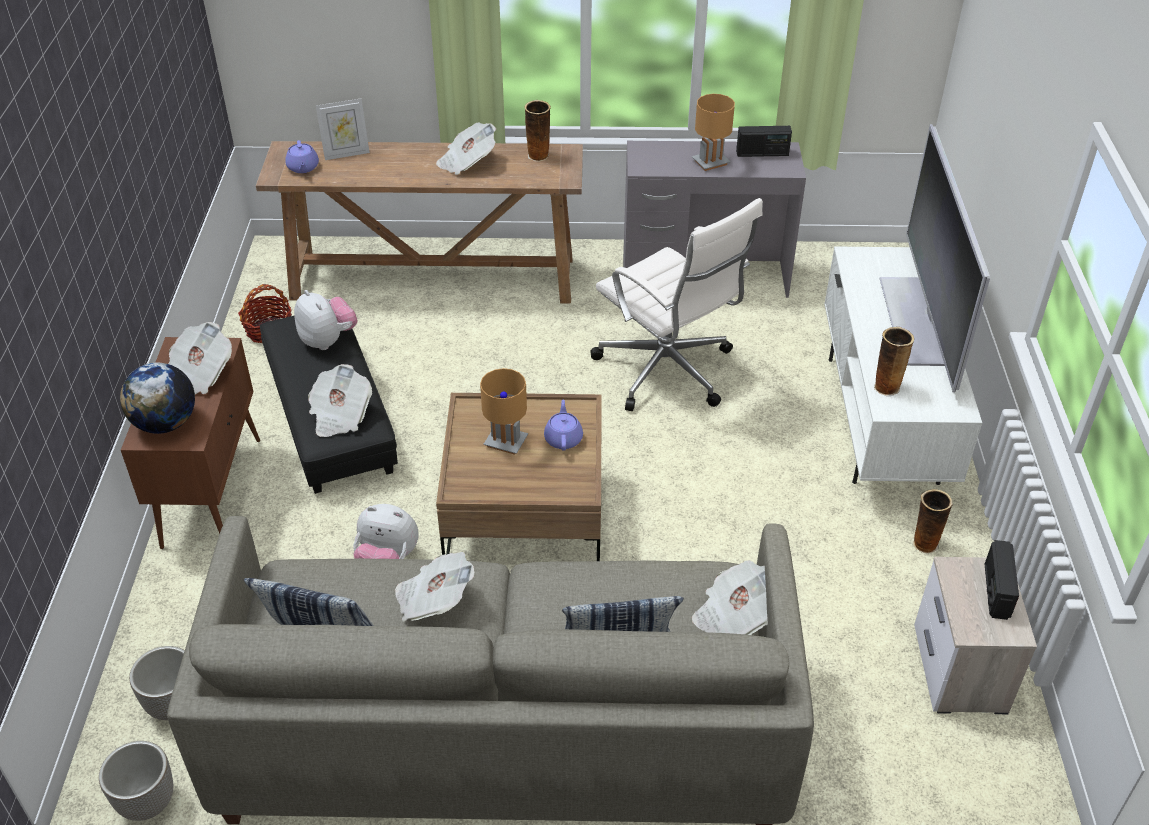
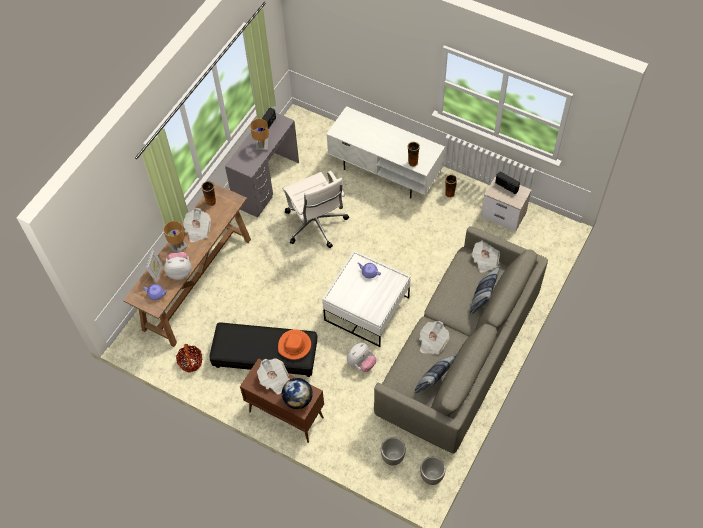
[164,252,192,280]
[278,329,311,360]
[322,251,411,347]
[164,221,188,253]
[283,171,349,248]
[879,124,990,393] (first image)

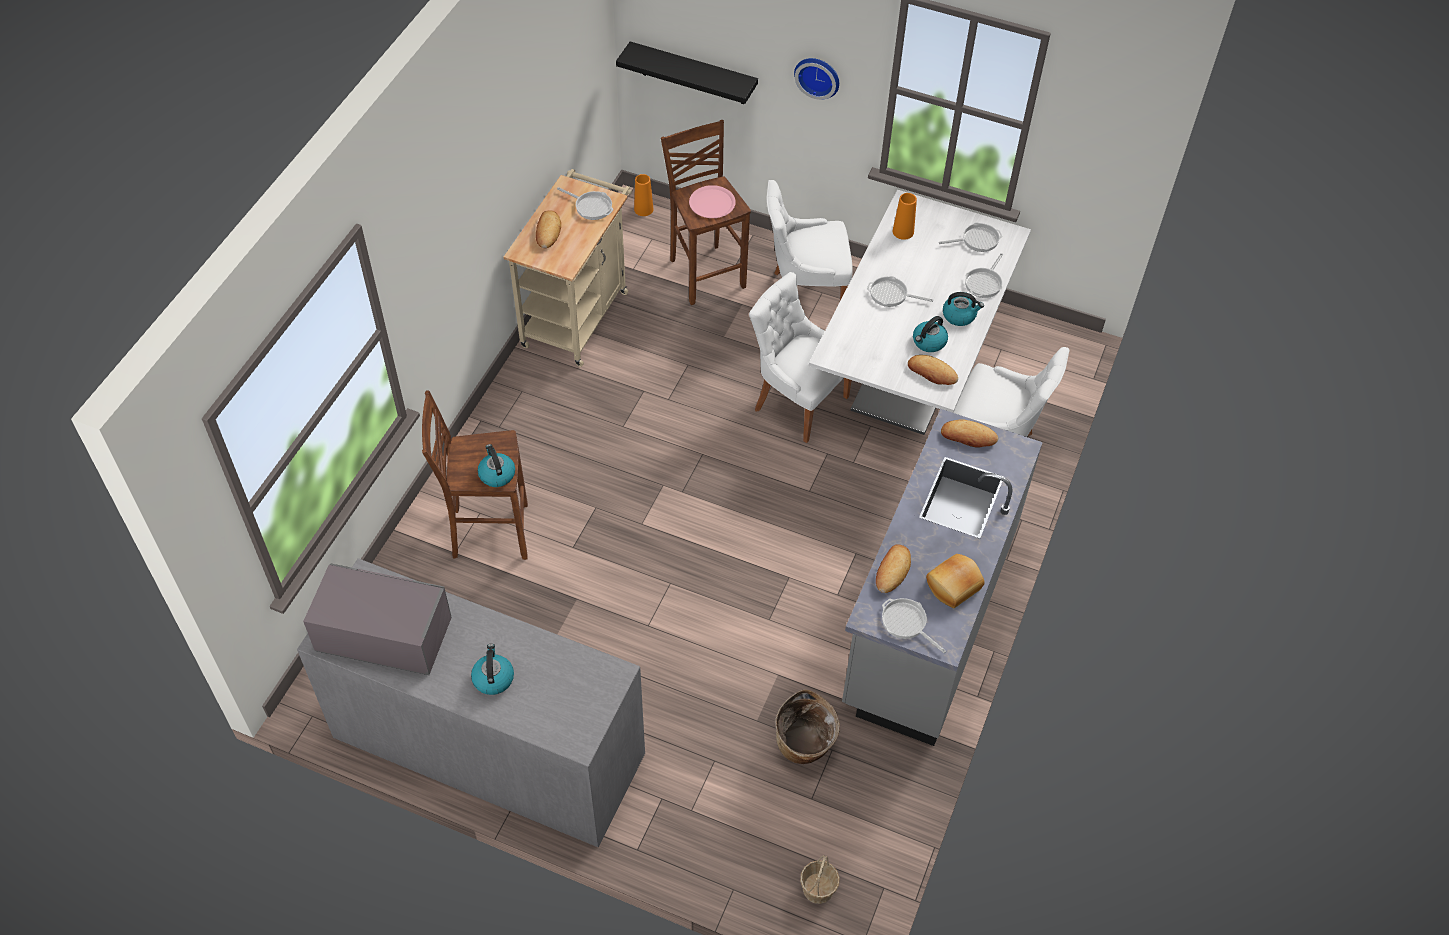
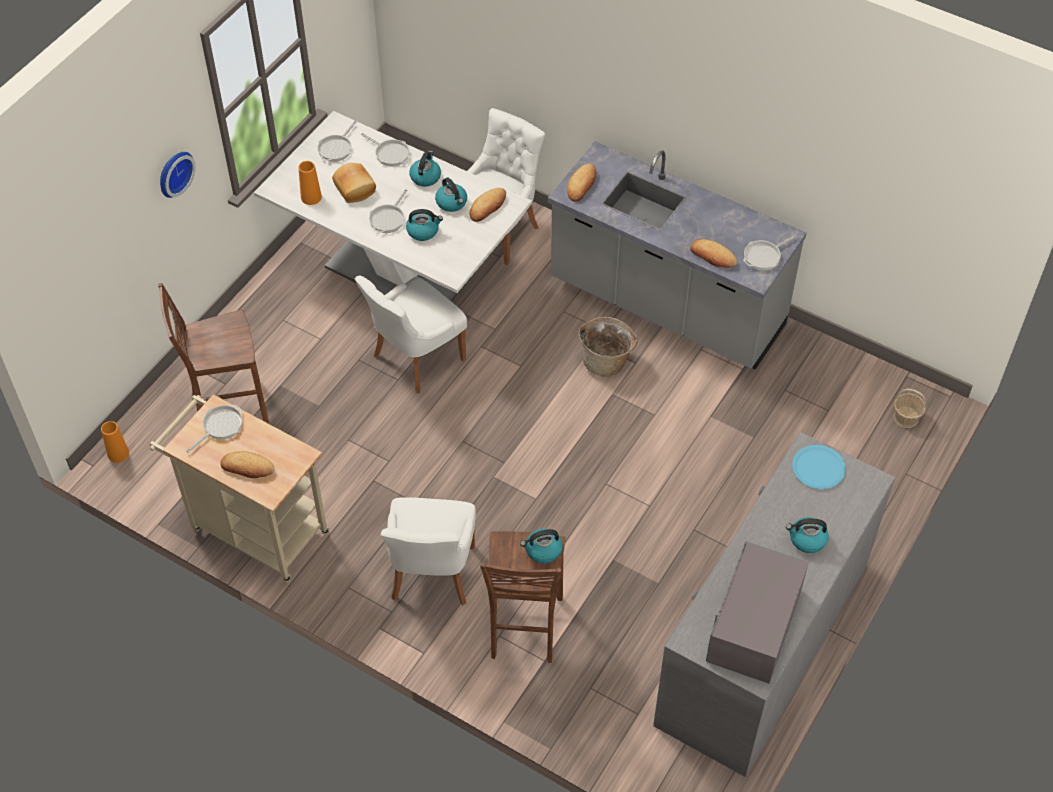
[616,42,758,104] (first image)
[689,185,736,218] (first image)
[381,497,476,605]
[578,317,637,377]
[332,163,376,203]
[318,121,356,162]
[406,209,443,241]
[792,445,846,489]

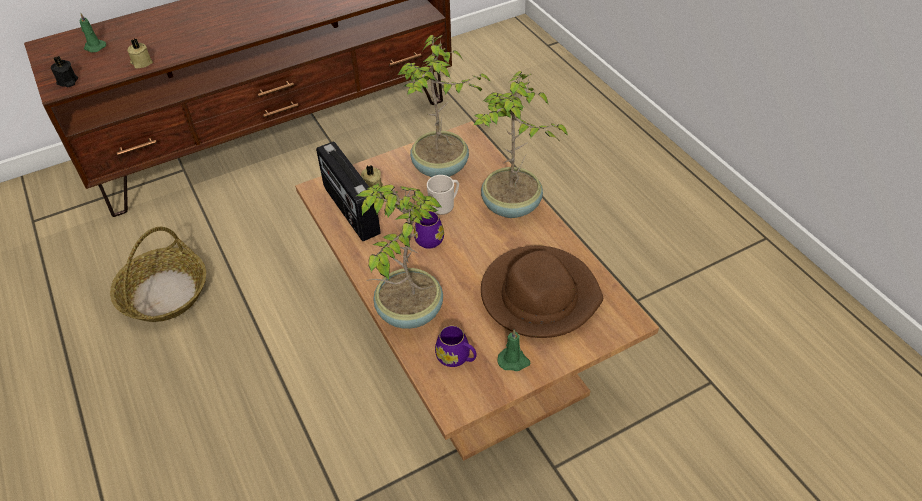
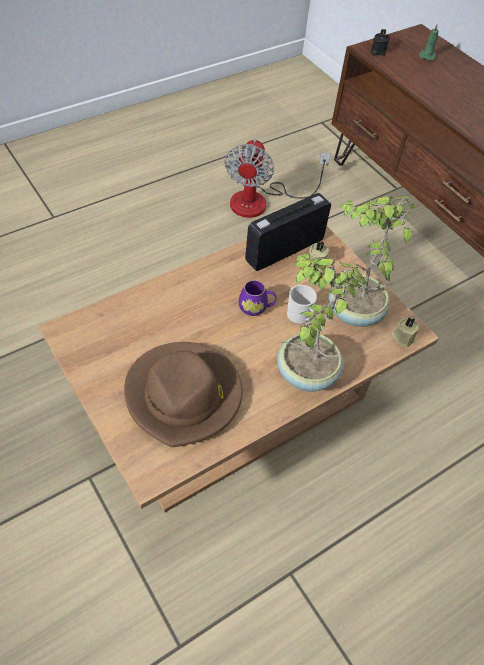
[224,139,331,218]
[392,317,419,347]
[356,183,443,329] (first image)
[435,326,477,367] (first image)
[497,329,530,371] (first image)

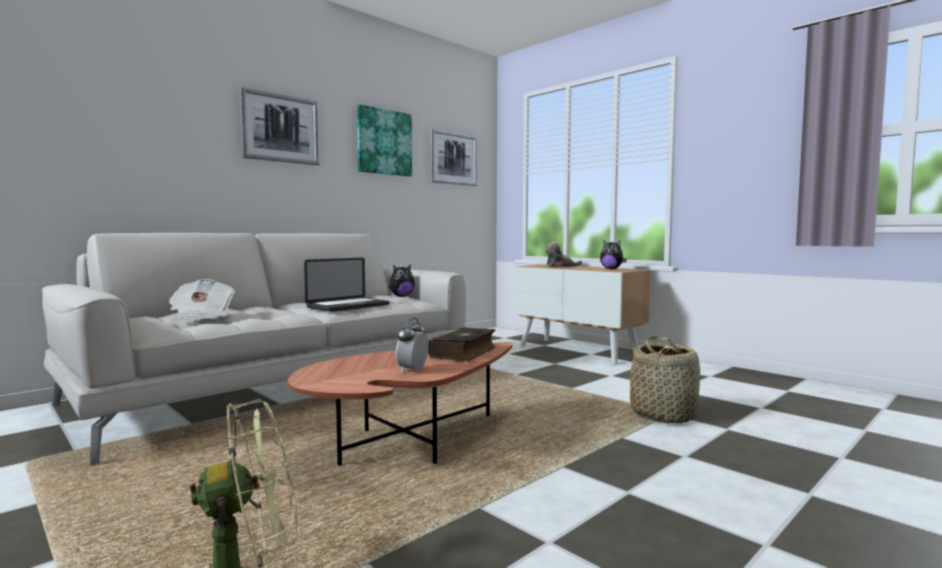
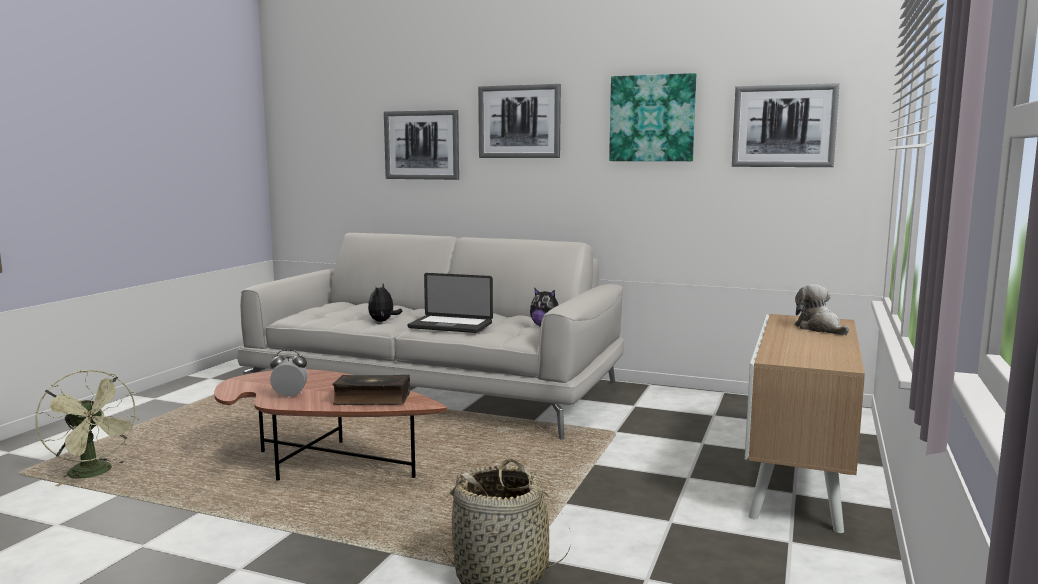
[169,279,235,322] (first image)
[368,284,403,322]
[384,110,459,180]

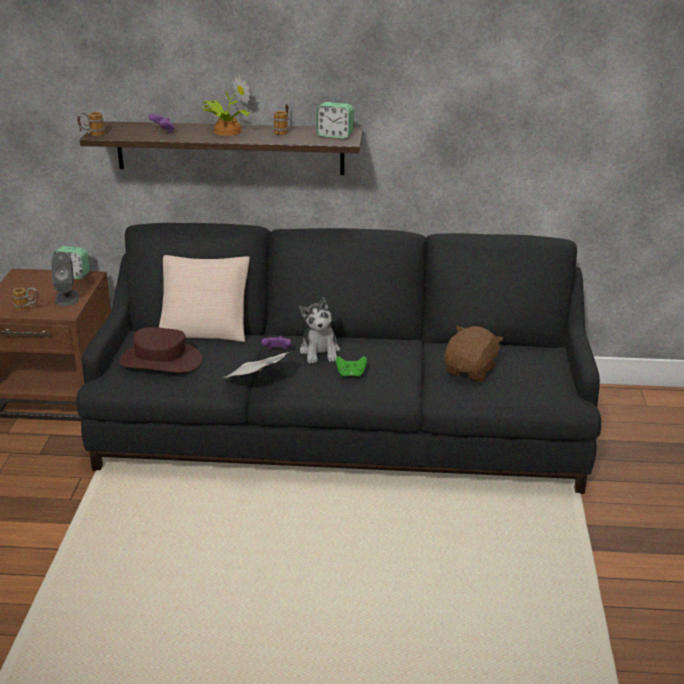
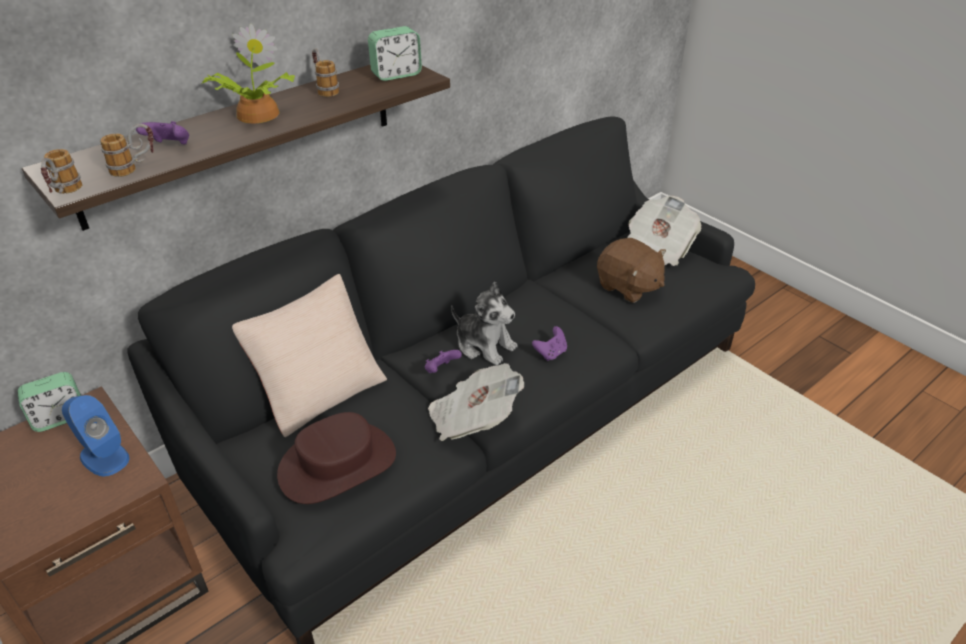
[100,124,154,177]
[62,395,129,476]
[532,326,567,361]
[597,238,666,303]
[628,196,701,266]

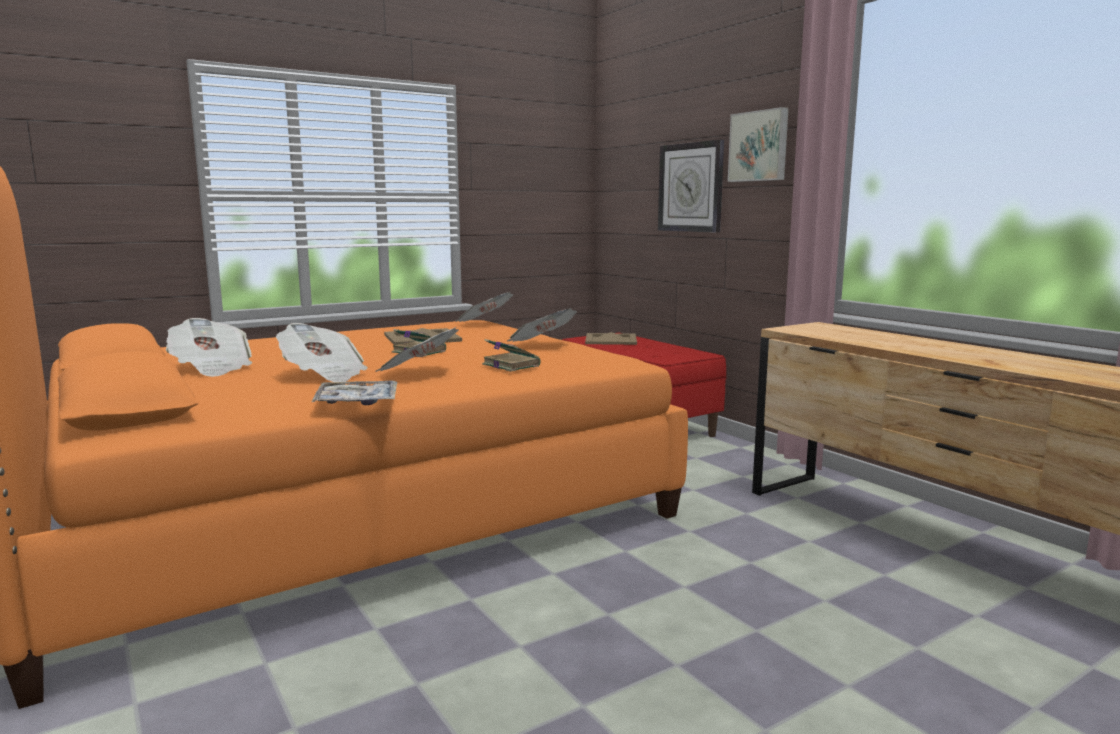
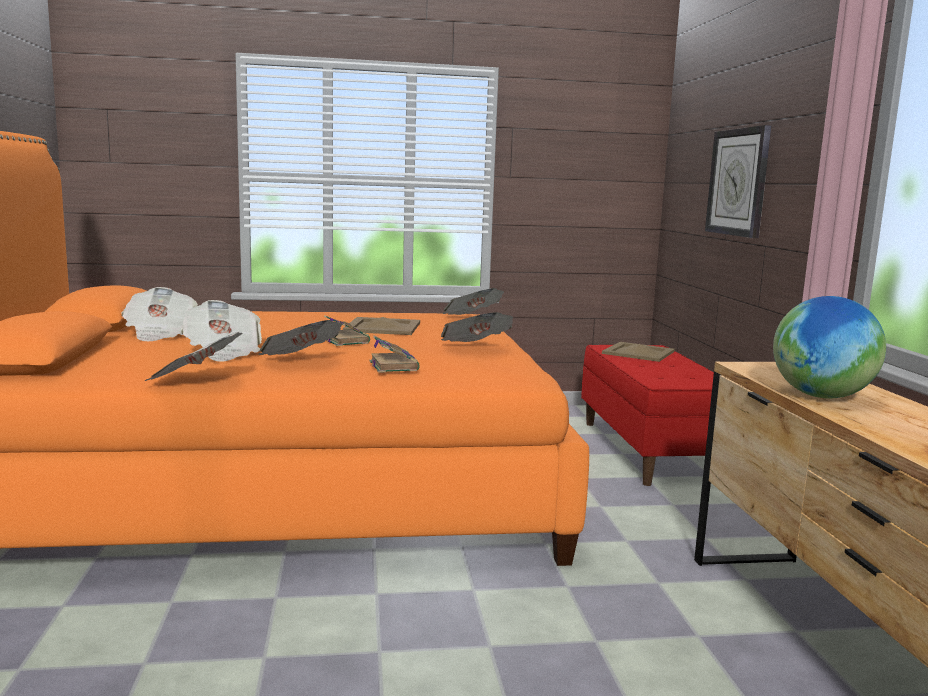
[145,331,242,381]
[728,107,789,182] (first image)
[773,296,886,398]

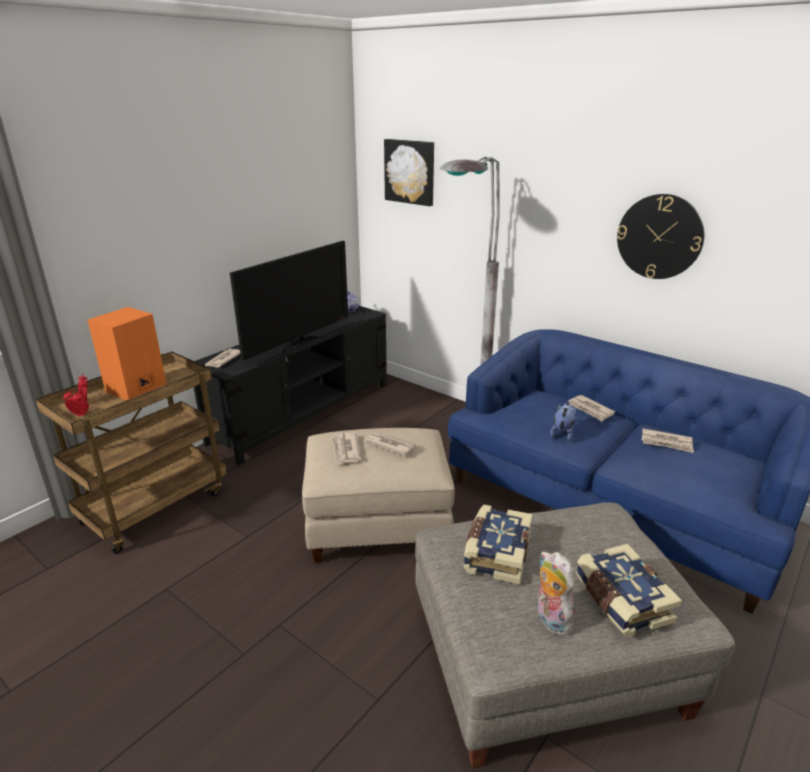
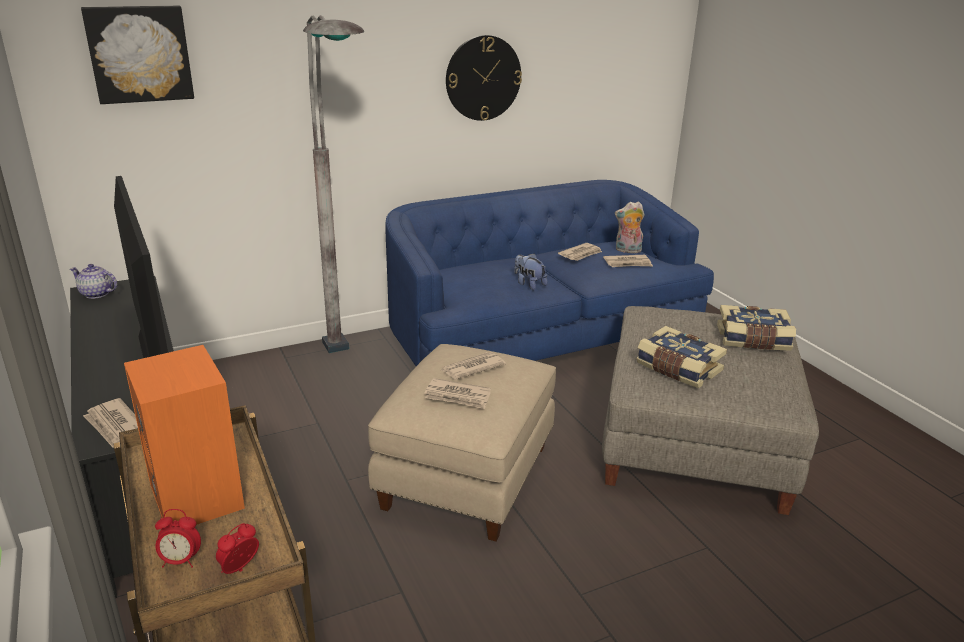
[615,201,644,253]
[603,255,653,267]

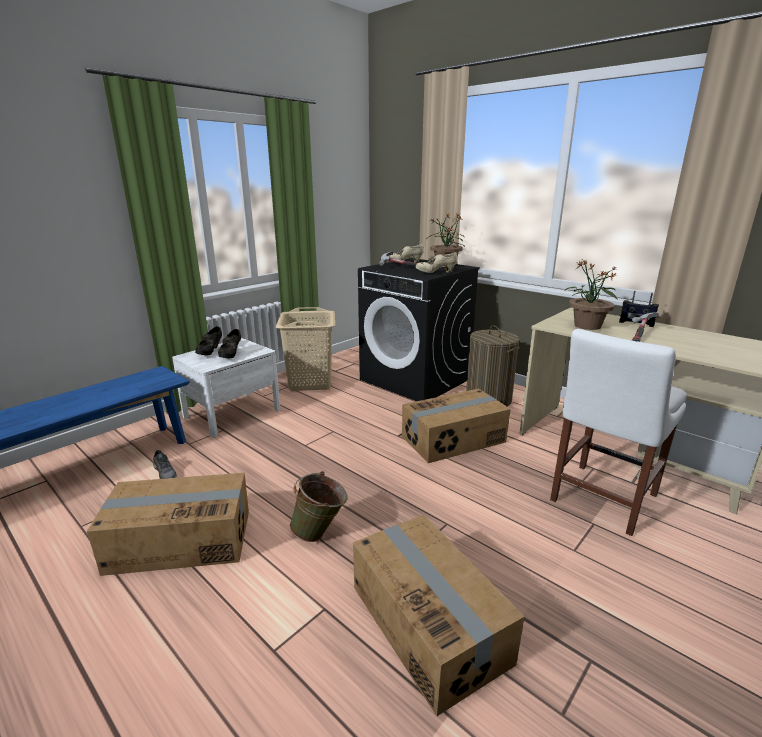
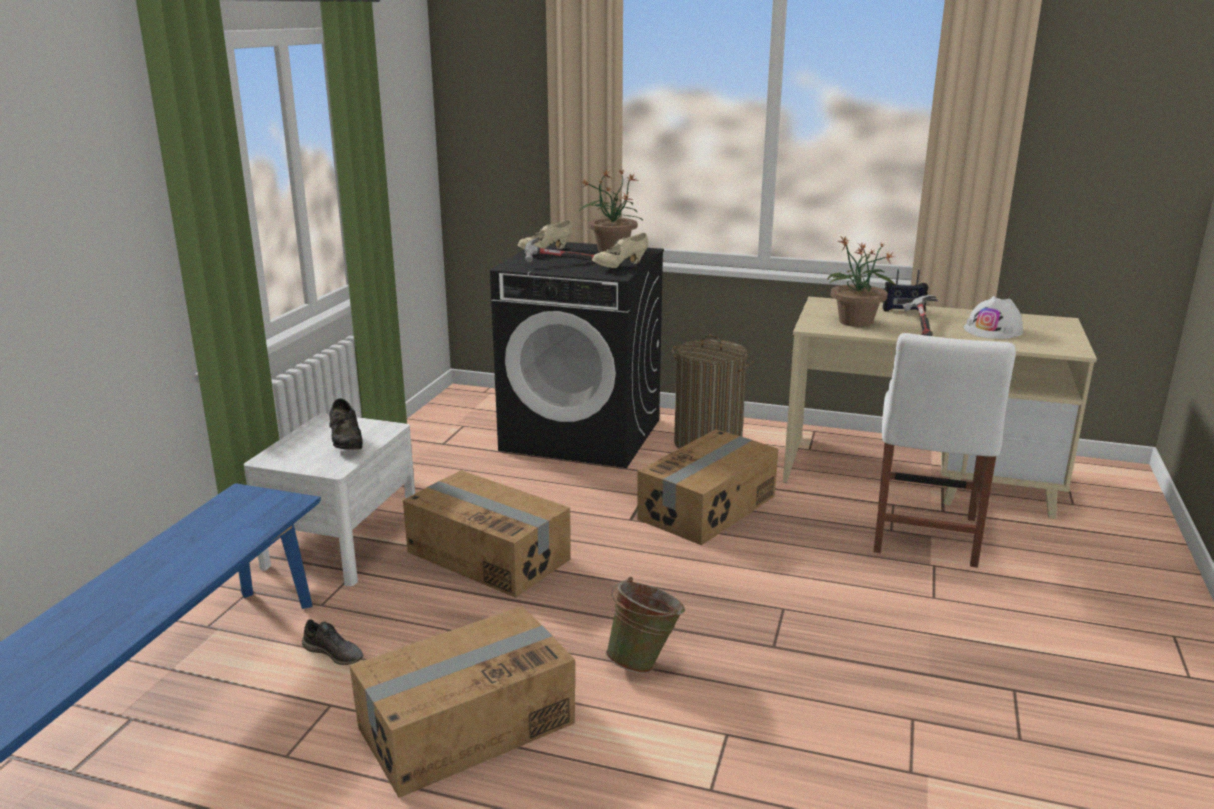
[195,326,222,355] (first image)
[276,307,335,391] (first image)
[403,470,570,598]
[964,296,1023,339]

